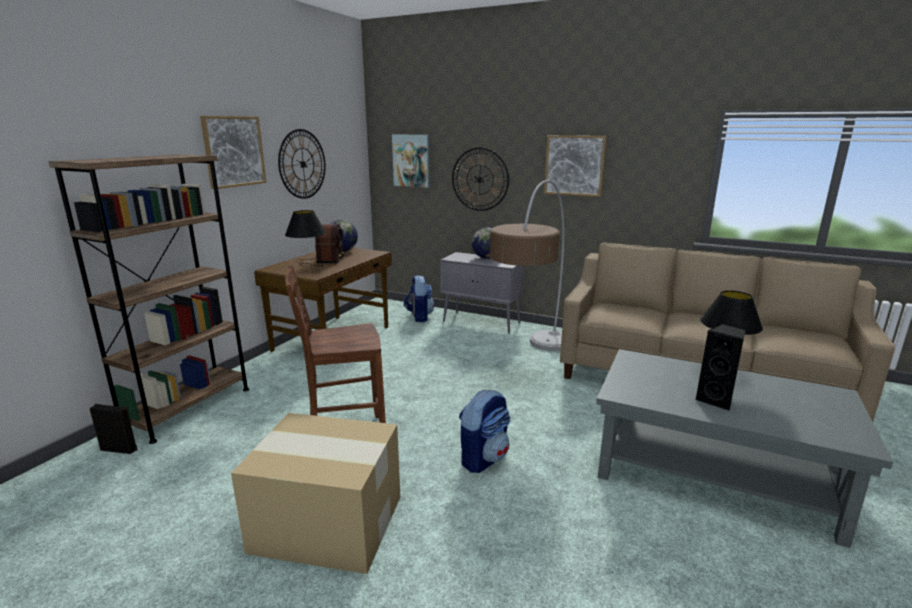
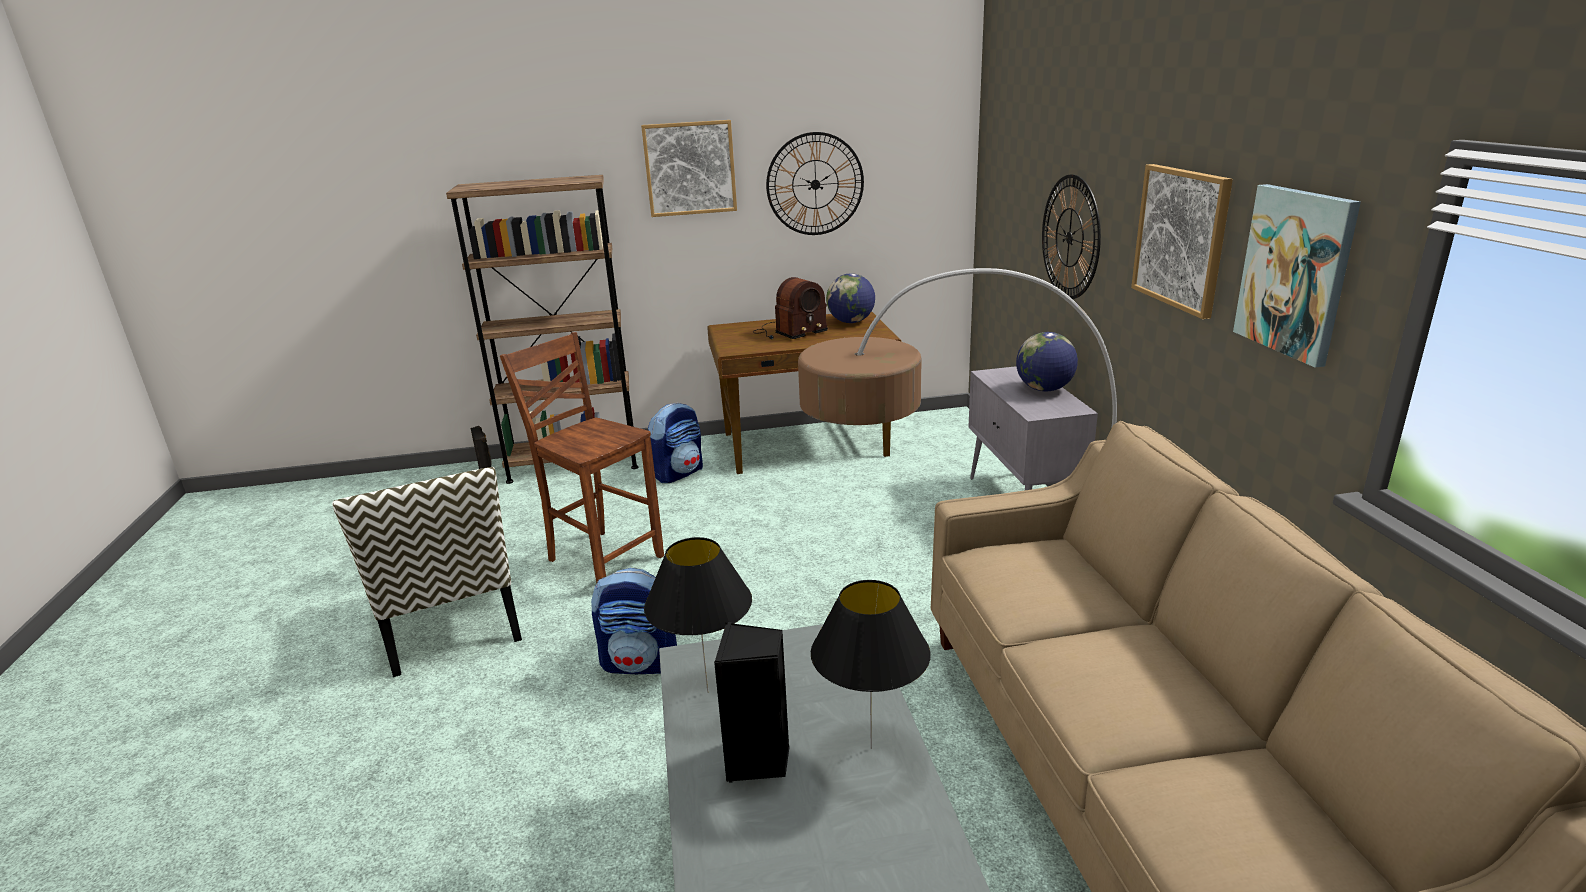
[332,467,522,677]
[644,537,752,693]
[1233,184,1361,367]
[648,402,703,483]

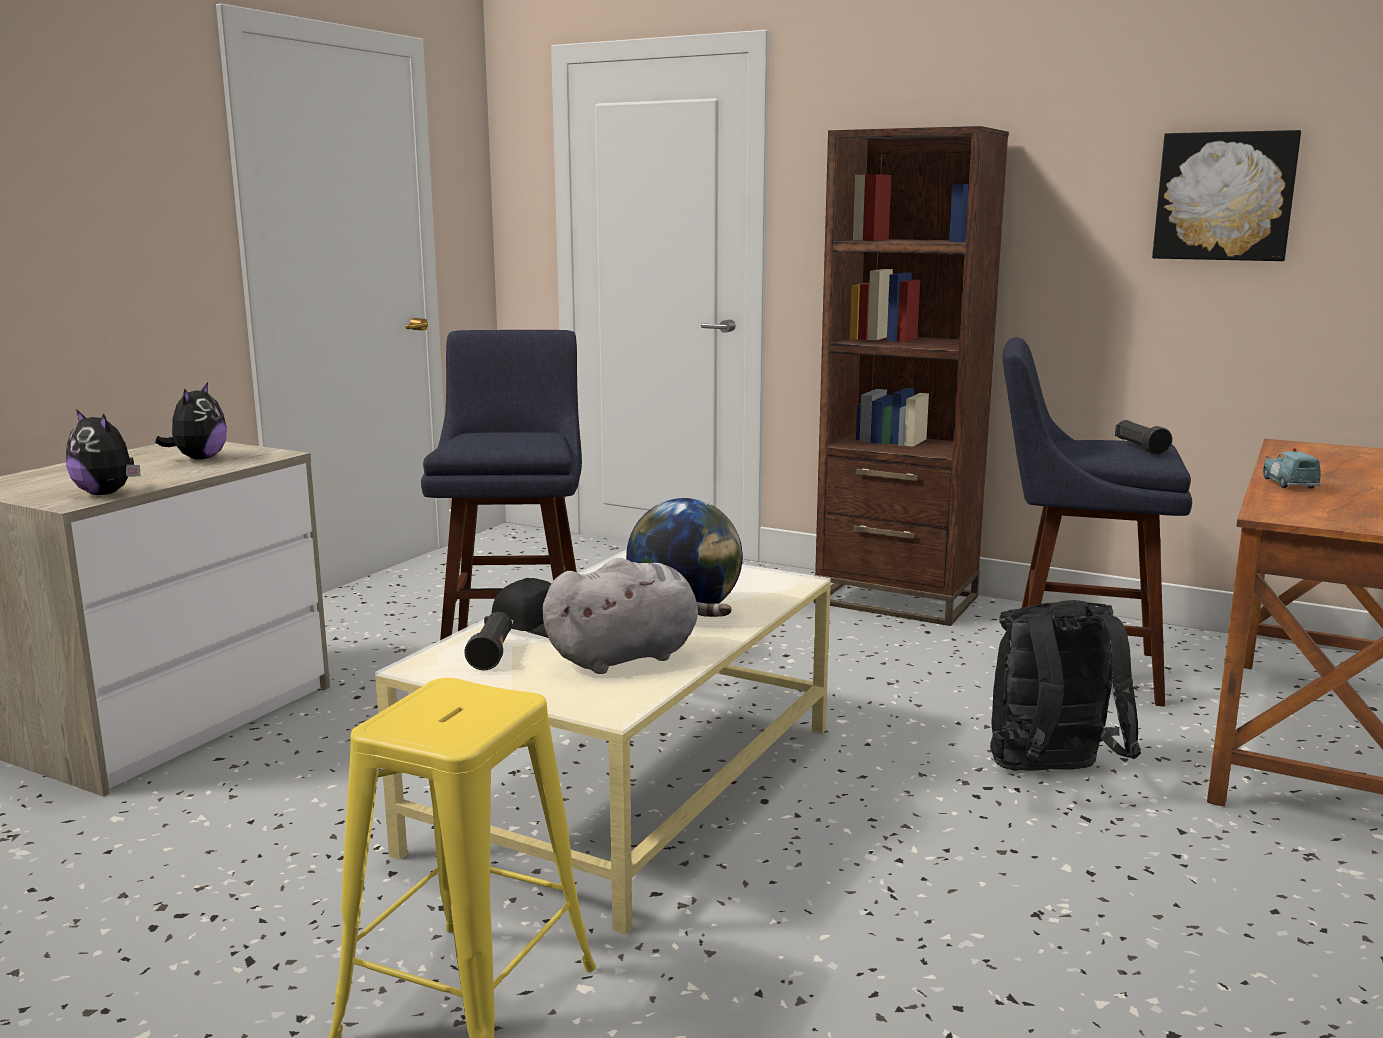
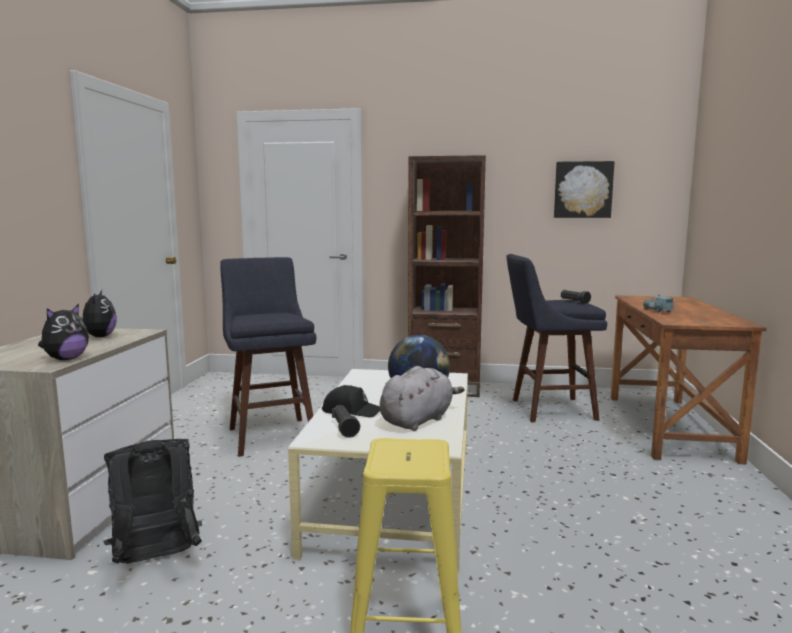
[38,304,89,360]
[103,439,202,564]

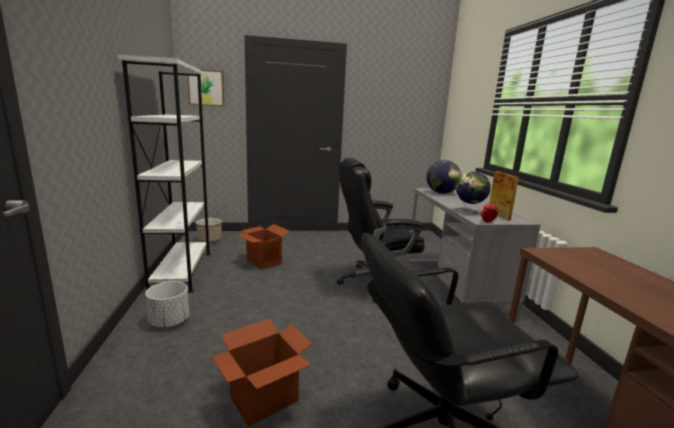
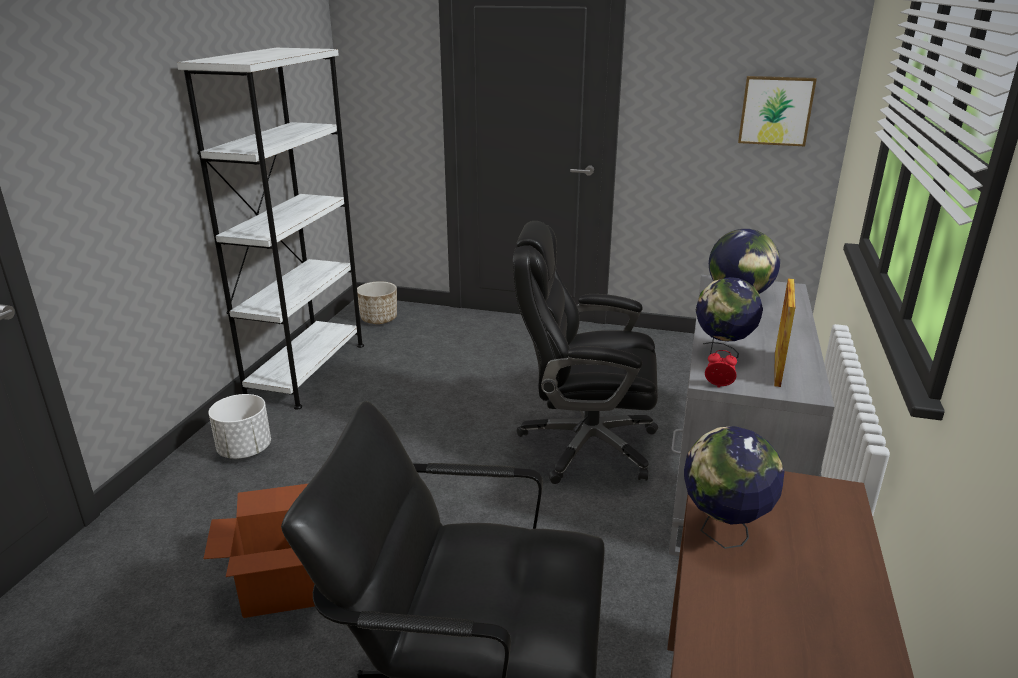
[738,76,817,146]
[236,224,290,270] (first image)
[684,426,784,549]

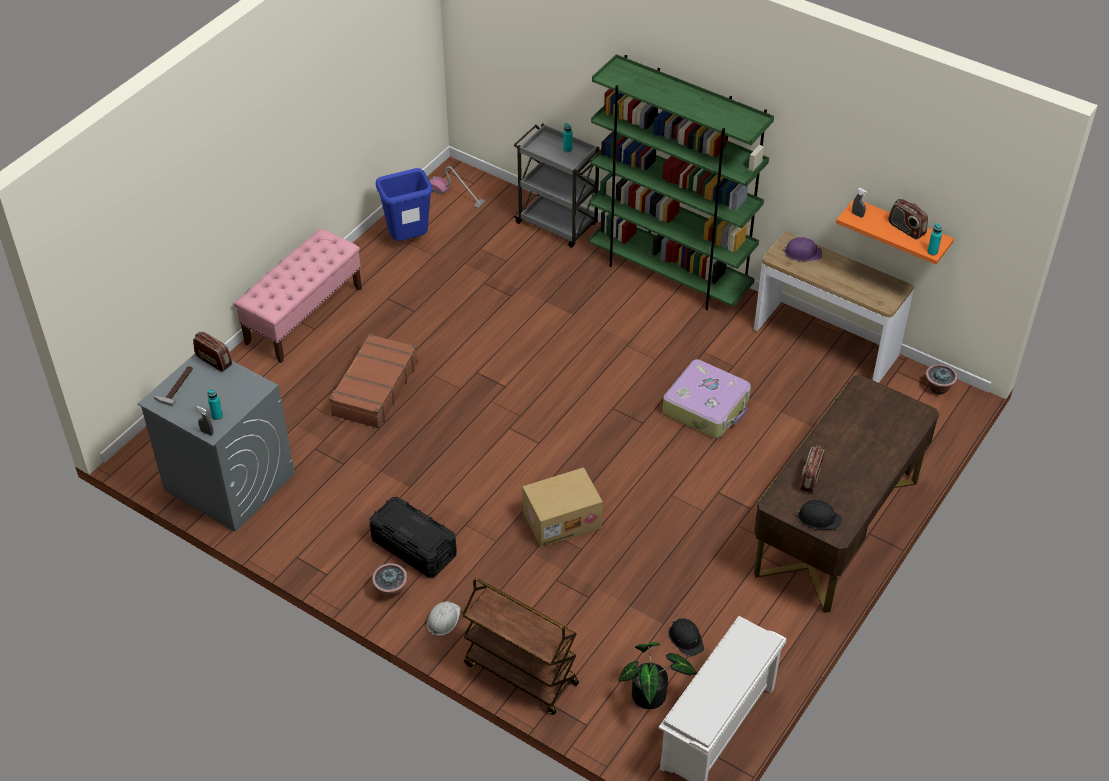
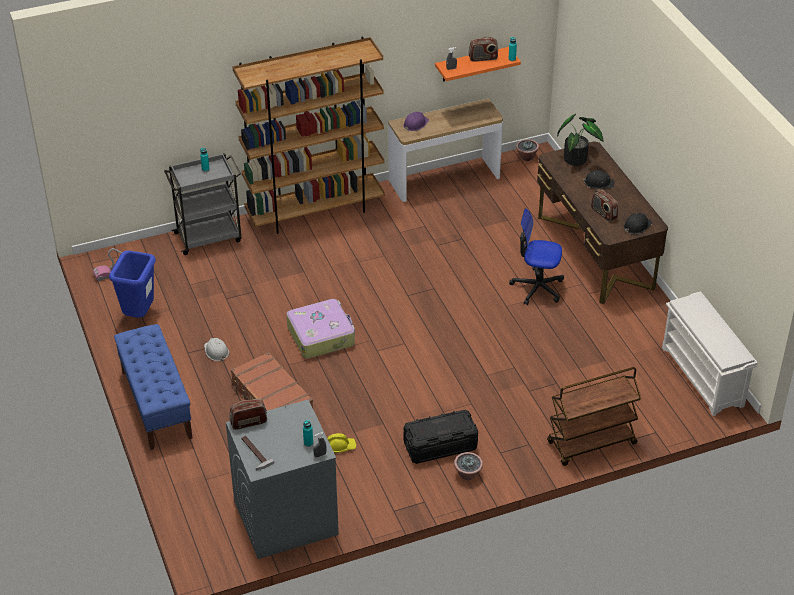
[114,324,193,450]
[204,338,229,361]
[523,467,603,547] (first image)
[232,37,384,234]
[557,114,604,166]
[286,299,355,359]
[583,170,614,189]
[327,433,356,453]
[509,208,564,305]

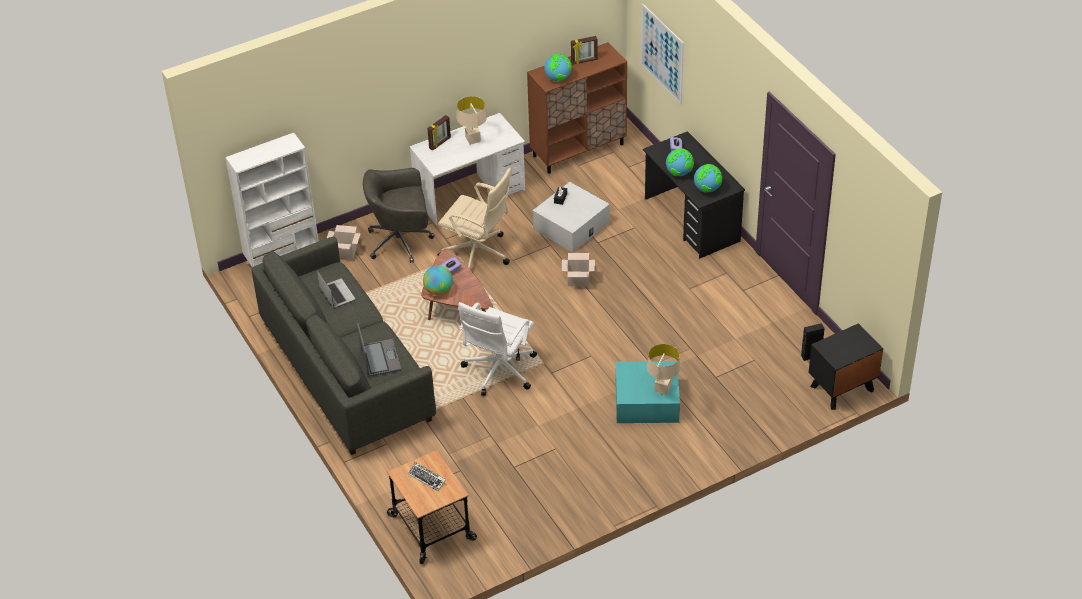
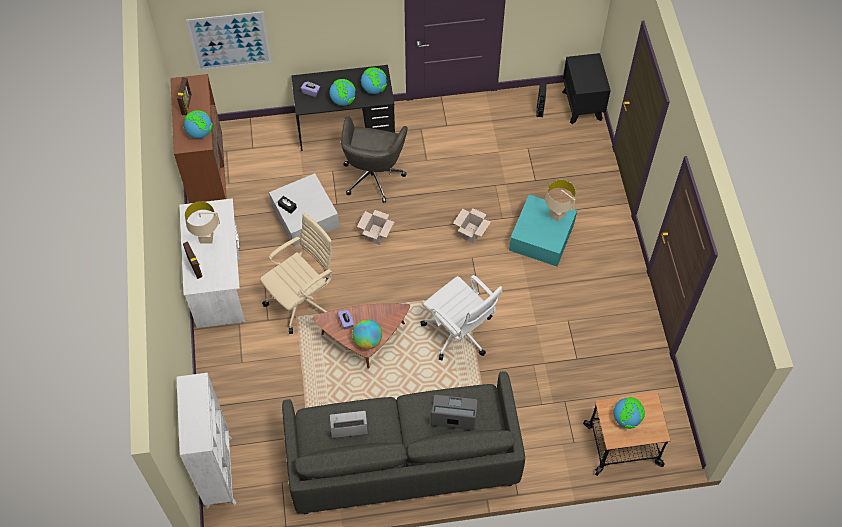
[453,208,491,244]
[341,116,408,203]
[614,397,645,429]

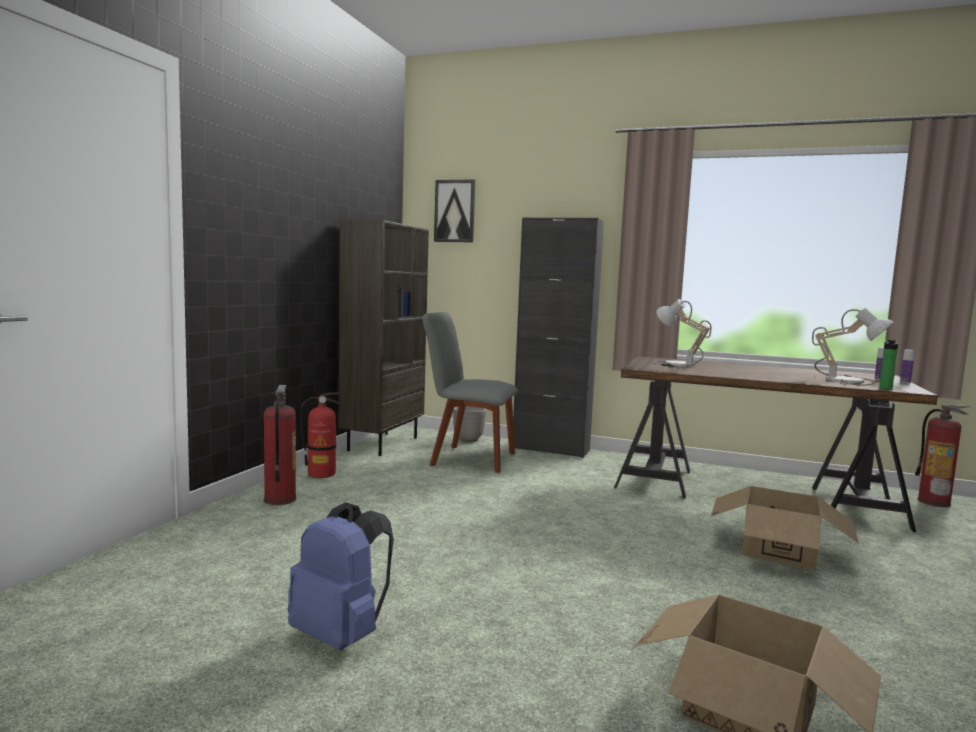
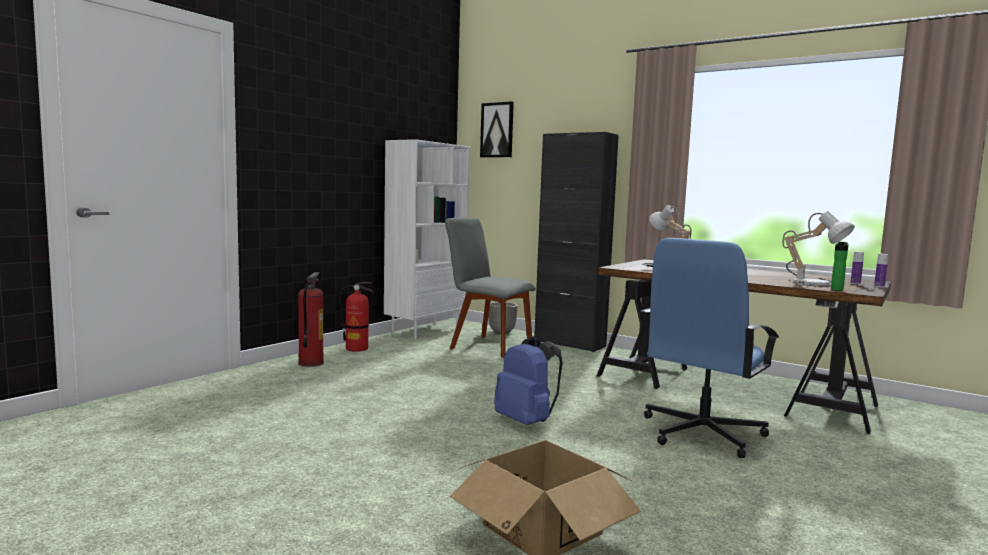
[494,336,563,425]
[384,139,470,339]
[640,238,779,458]
[915,405,970,507] (first image)

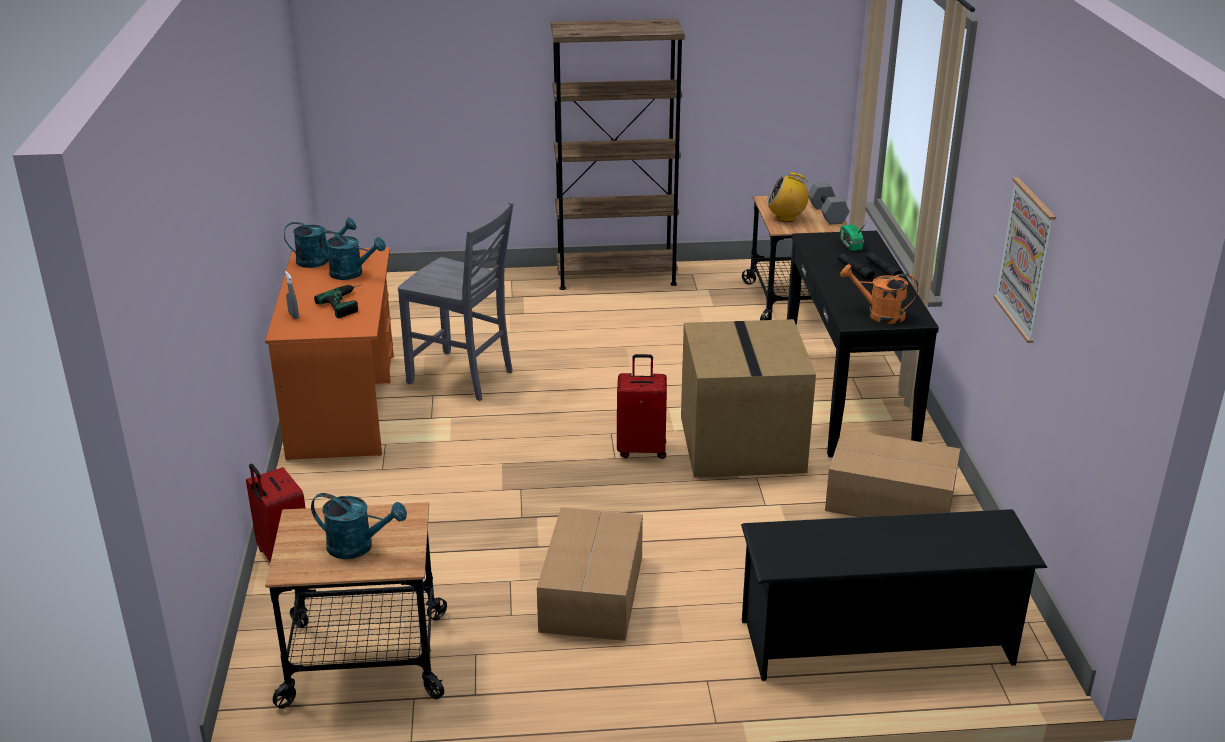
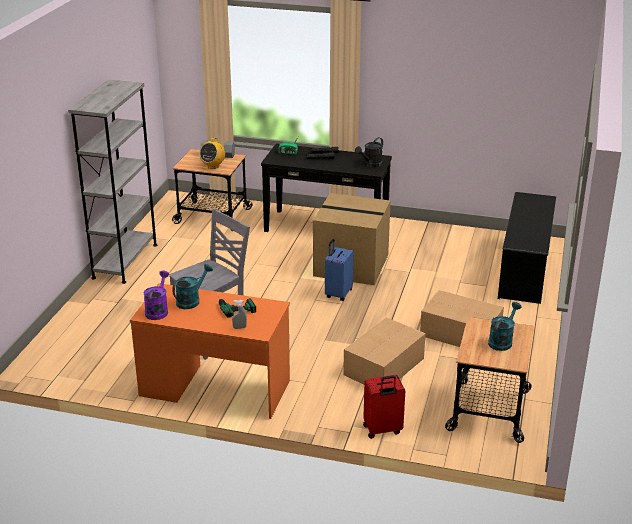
[144,271,169,320]
[68,80,158,284]
[325,239,354,301]
[343,317,426,384]
[355,137,383,167]
[994,177,1056,343] (first image)

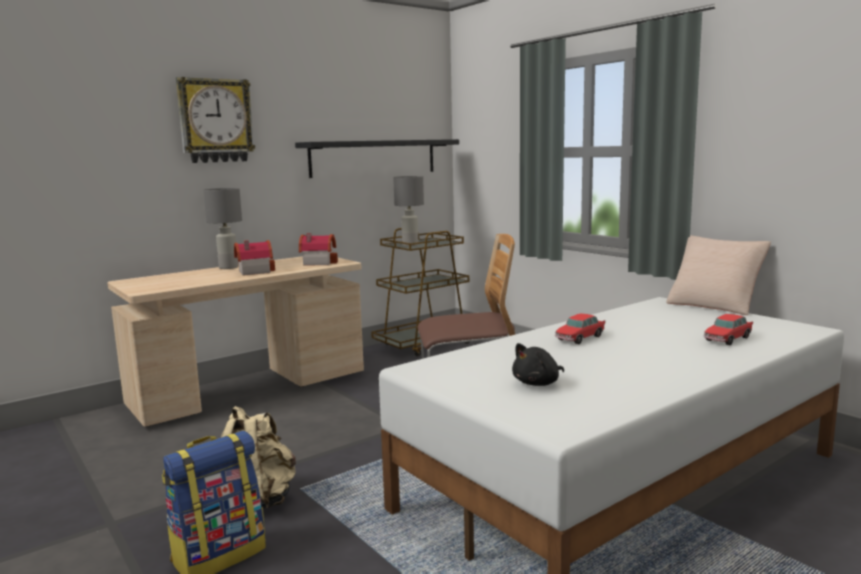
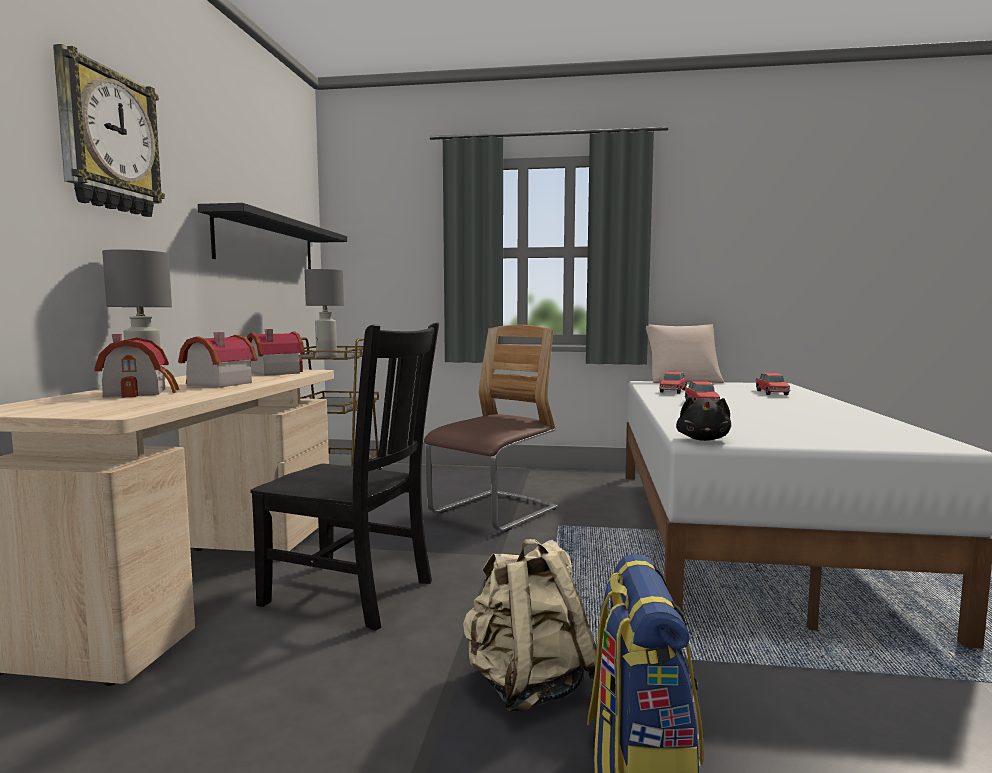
[676,396,731,441]
[94,334,179,398]
[250,323,439,631]
[659,372,687,394]

